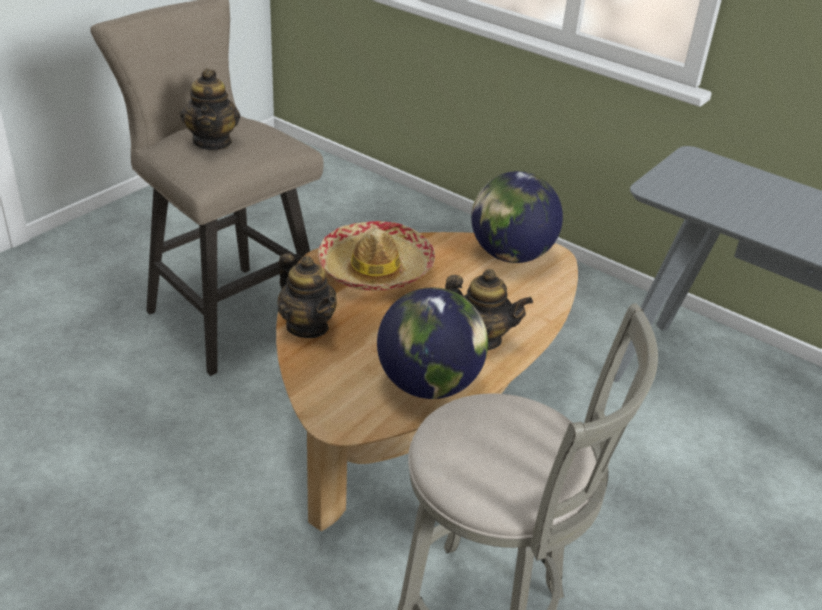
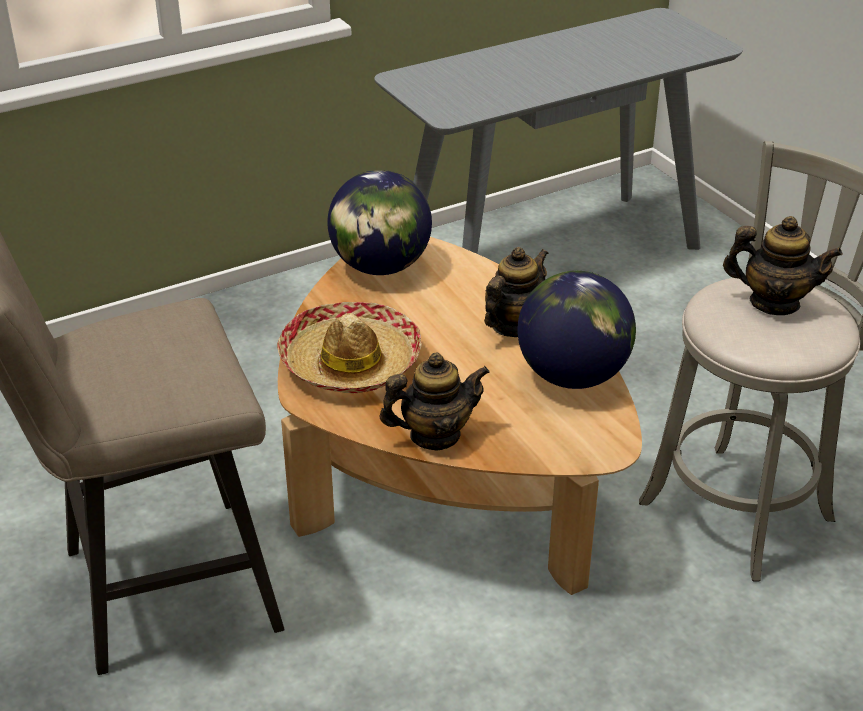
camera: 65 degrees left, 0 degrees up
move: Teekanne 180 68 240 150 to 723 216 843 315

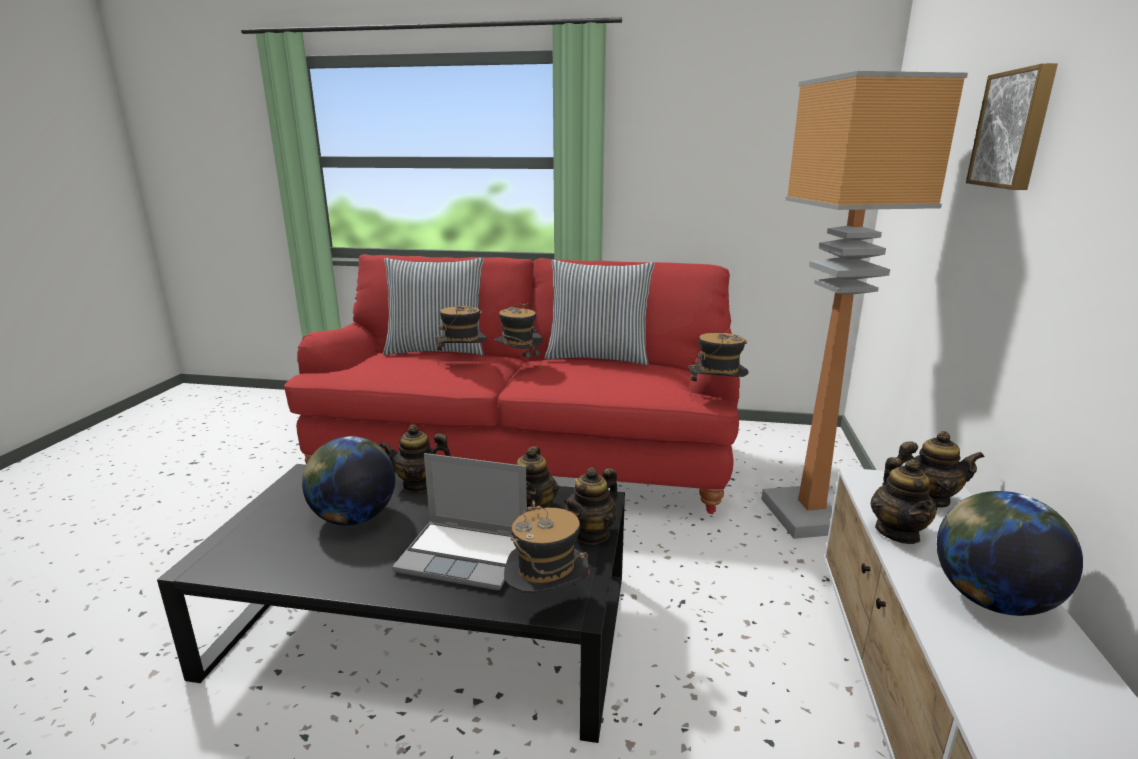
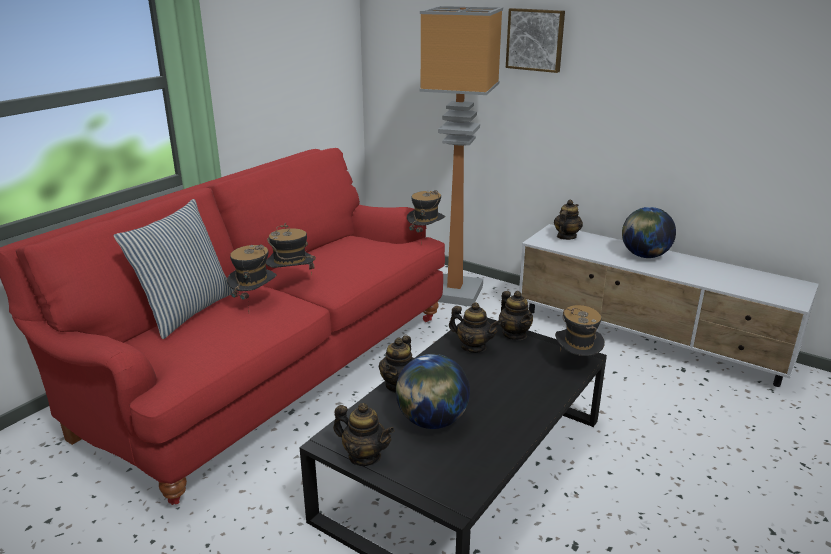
camera: 65 degrees left, 5 degrees up
delete: Kissen 545 260 655 365; Laptop 392 453 527 590
move: Teekanne 870 457 937 544 to 333 403 395 466

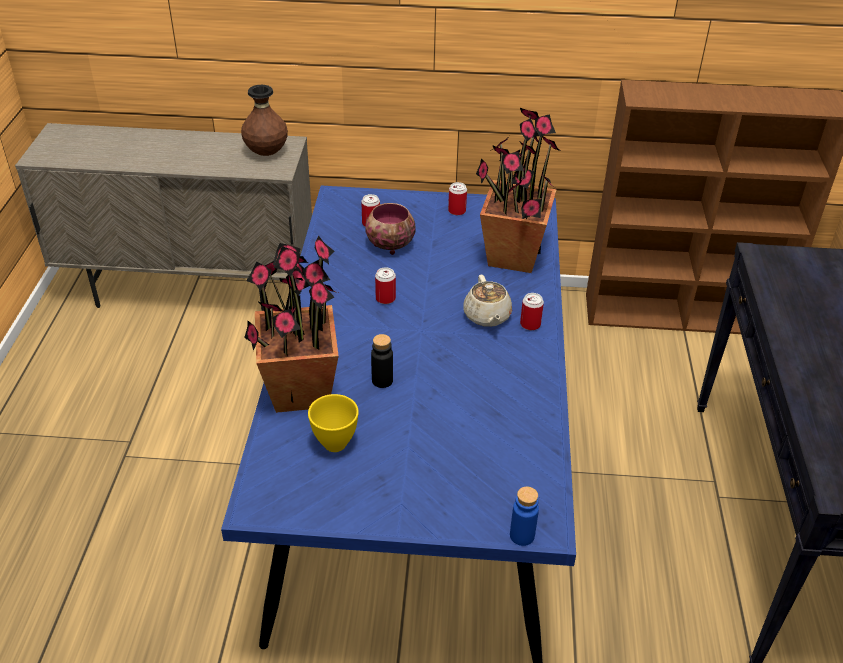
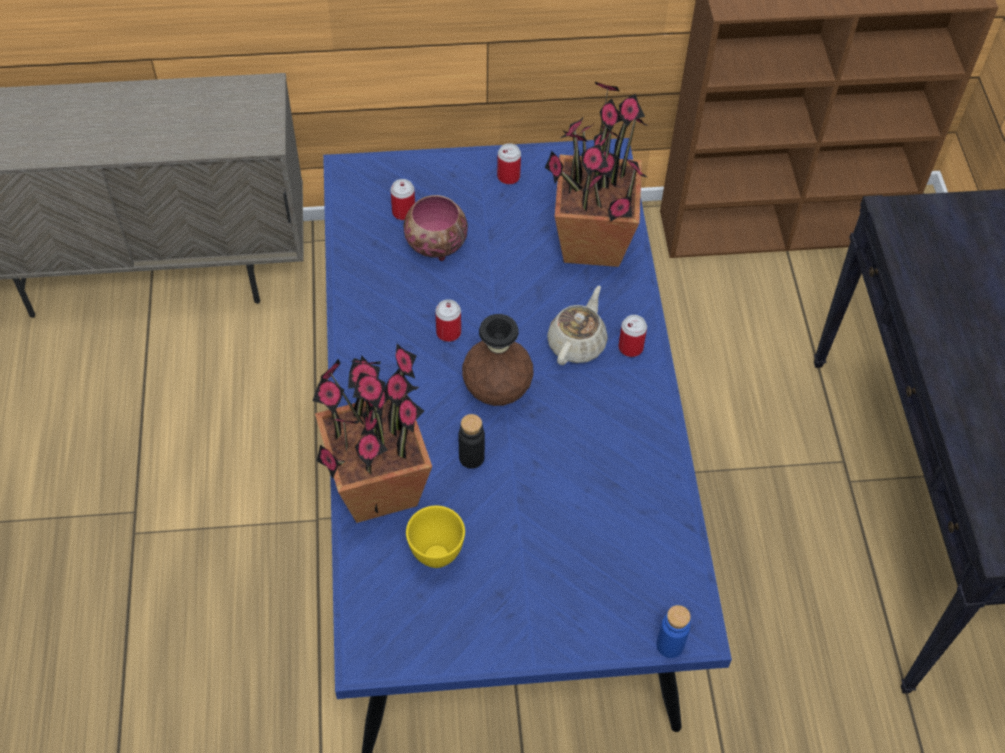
camera: 10 degrees left, 15 degrees up
move: Vase (braun) 241 85 288 156 to 462 314 534 406
rotate: Teekanne (beige) 464 275 512 327 = 547 286 608 365 135 degrees counterclockwise

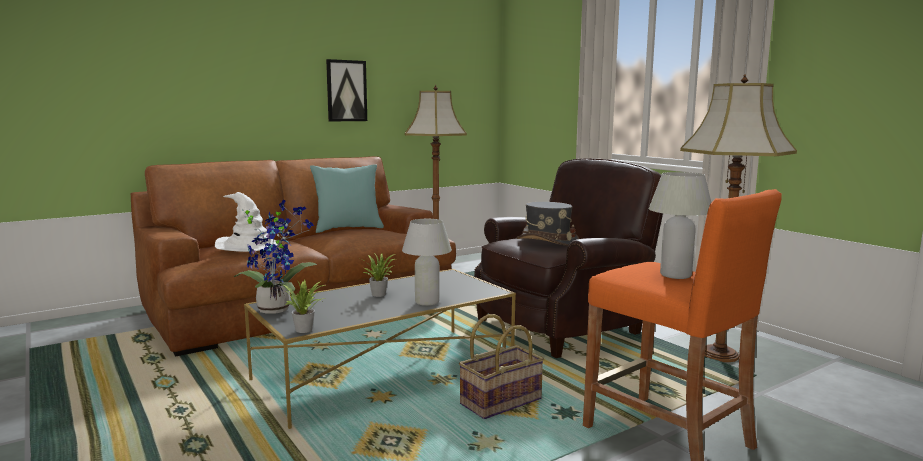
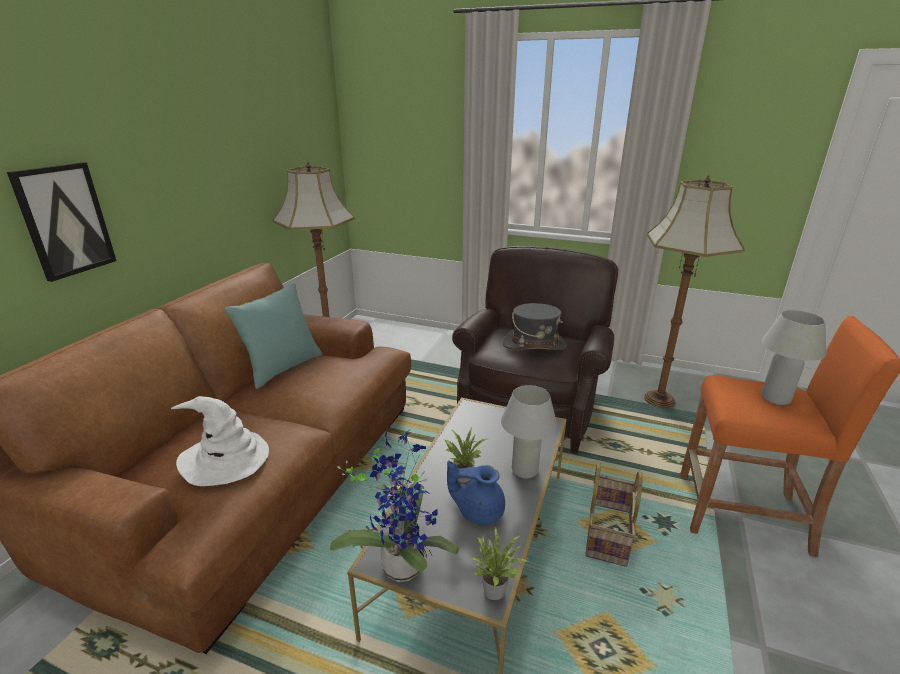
camera: 35 degrees left, 15 degrees up
insert: Teekanne (blau) 447 461 505 525
move: Bild 326 59 367 121 to 7 162 116 282

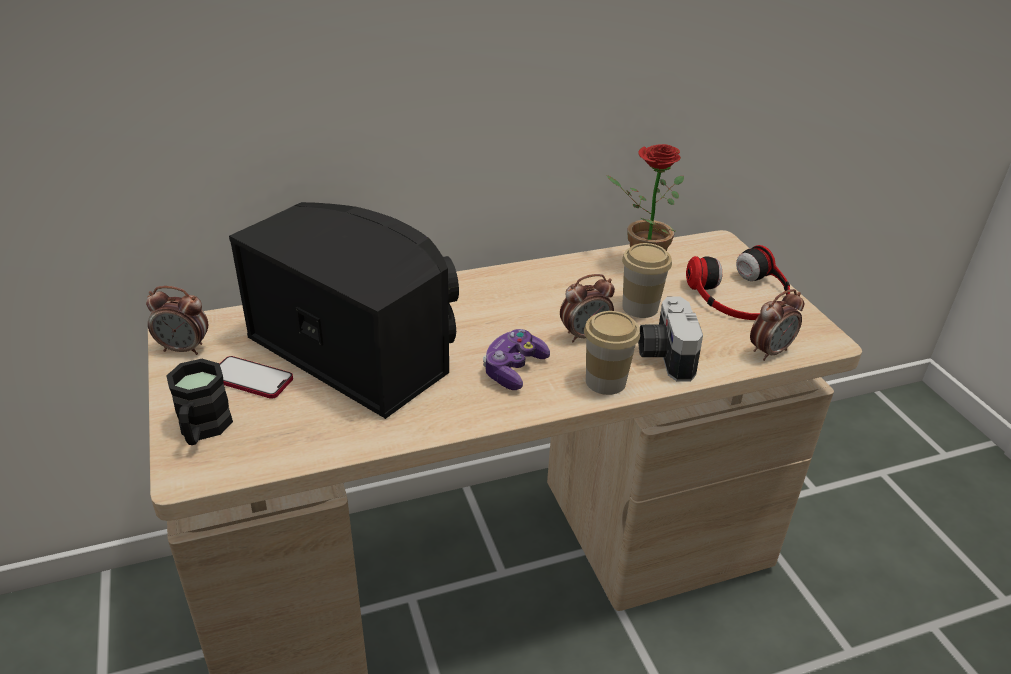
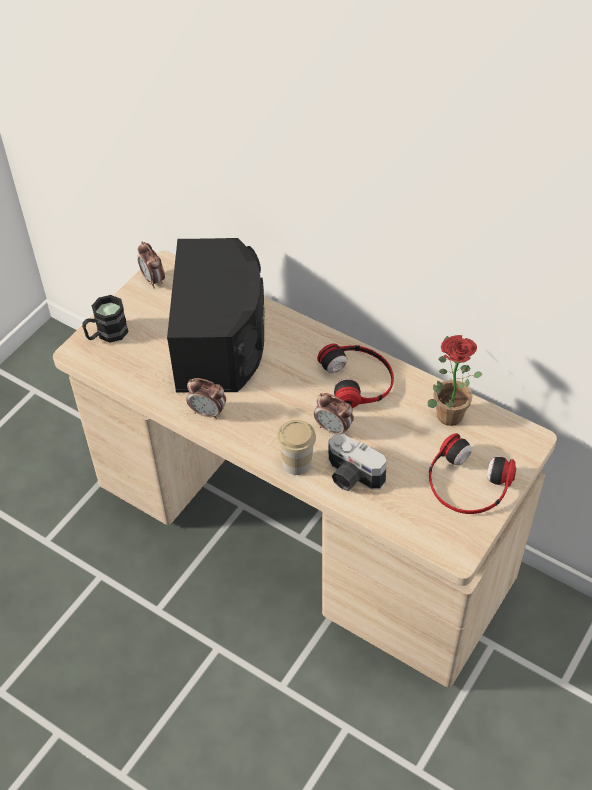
camera: 55 degrees right, 15 degrees up
delete: Tasse 622 243 672 318; Gamepad 483 329 550 390; Handy 220 356 293 399
insert: Kopfhörer 317 344 394 408
move: Wecker 750 289 804 361 to 186 378 226 420
rotate: Kamera 638 296 703 382 = 328 434 387 491 105 degrees counterclockwise

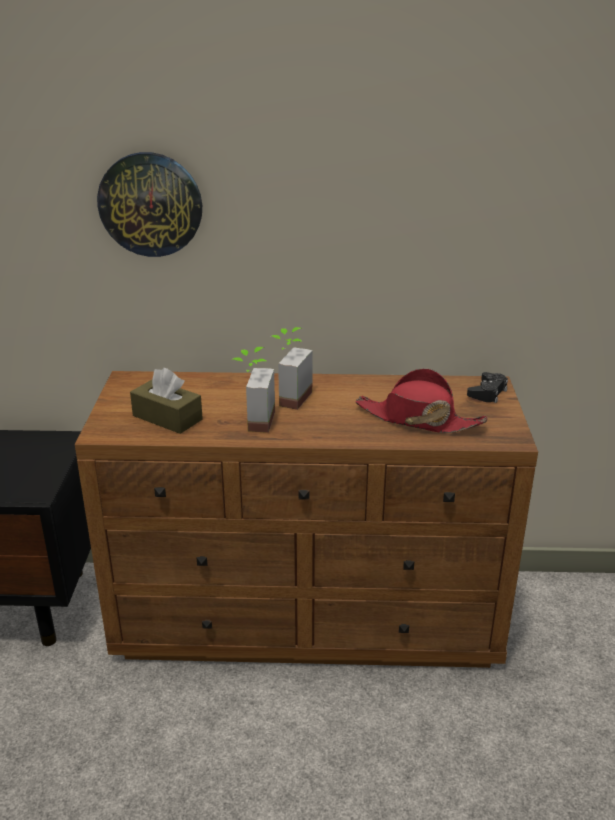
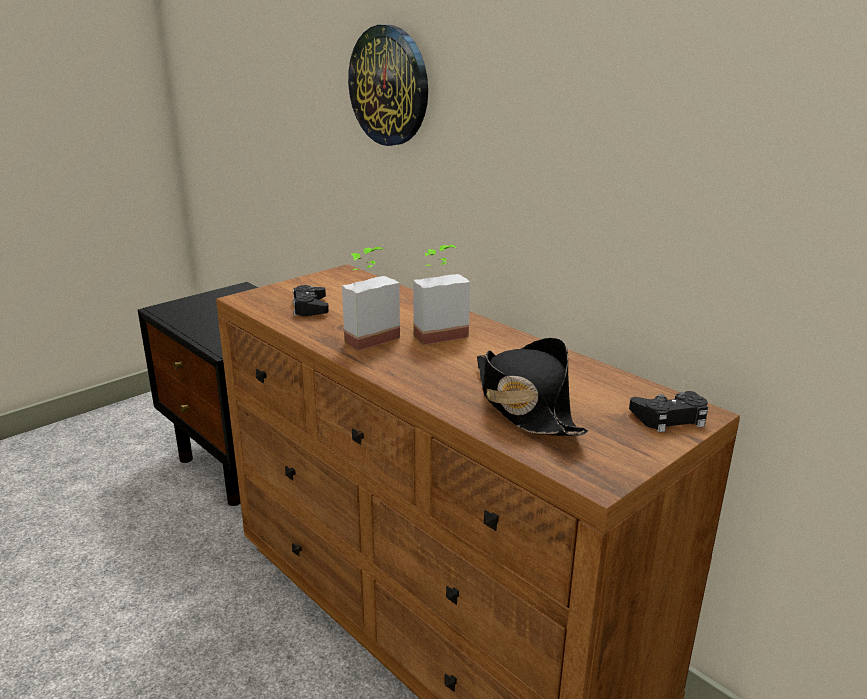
camera: 45 degrees right, 5 degrees down
replace: Taschentuchbox (braun) 130 368 203 434 to Gamepad (schwarz) 293 285 329 316
recolor: Hut (rot) 355 368 487 433 to Hut (schwarz) 477 338 589 436

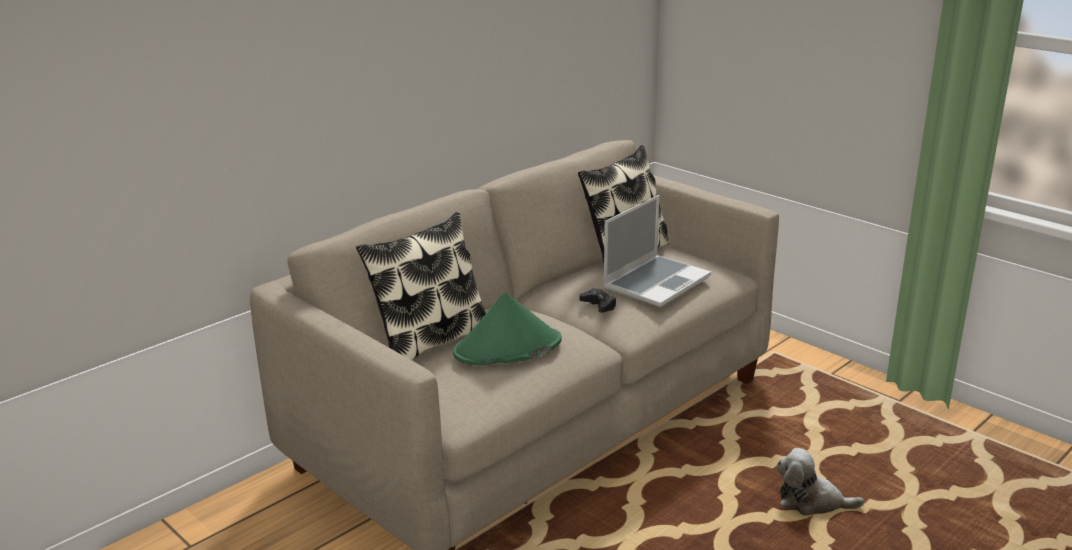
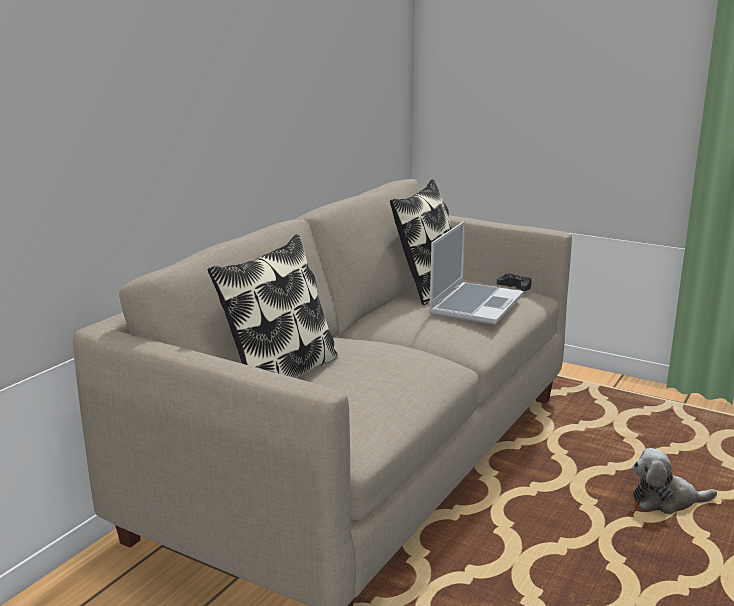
camera: 15 degrees left, 5 degrees down
delete: Hut (grün) 453 292 562 366
move: Gamepad (schwarz) 580 288 616 313 to 497 273 532 291

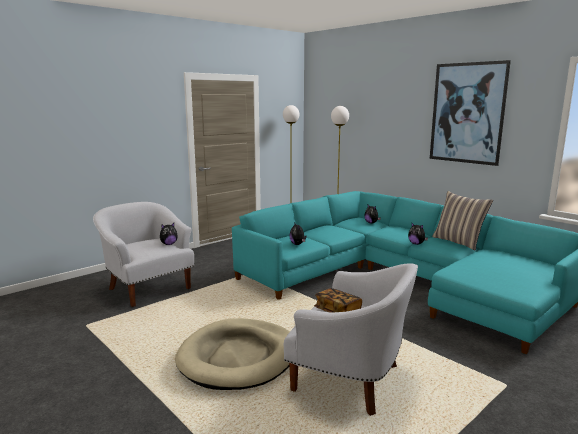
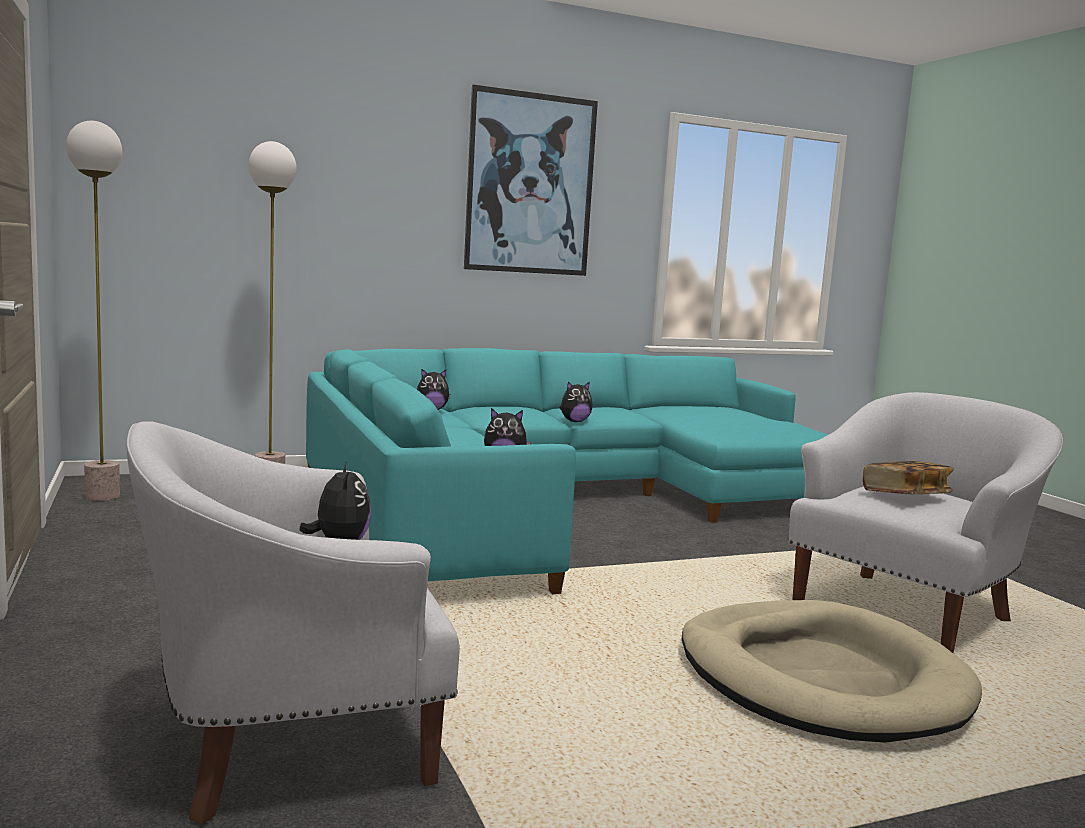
camera: 70 degrees left, 5 degrees down
delete: Kissen 432 191 493 250

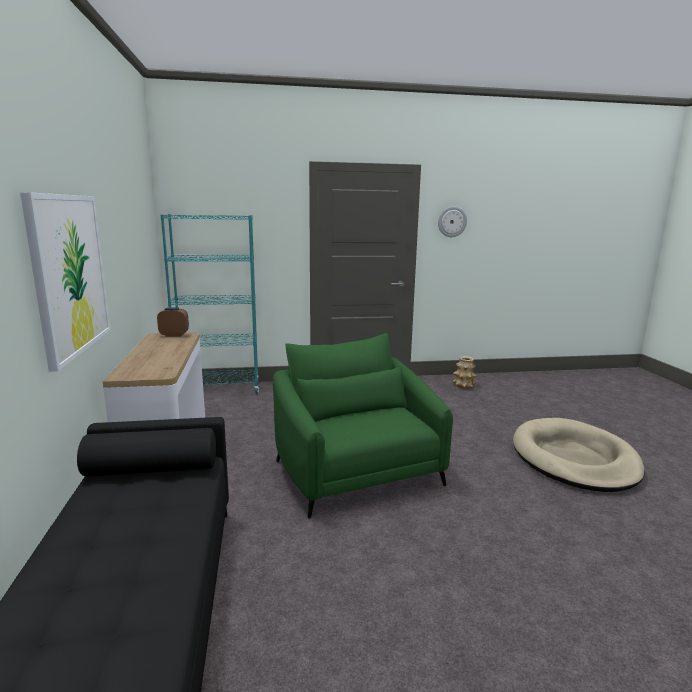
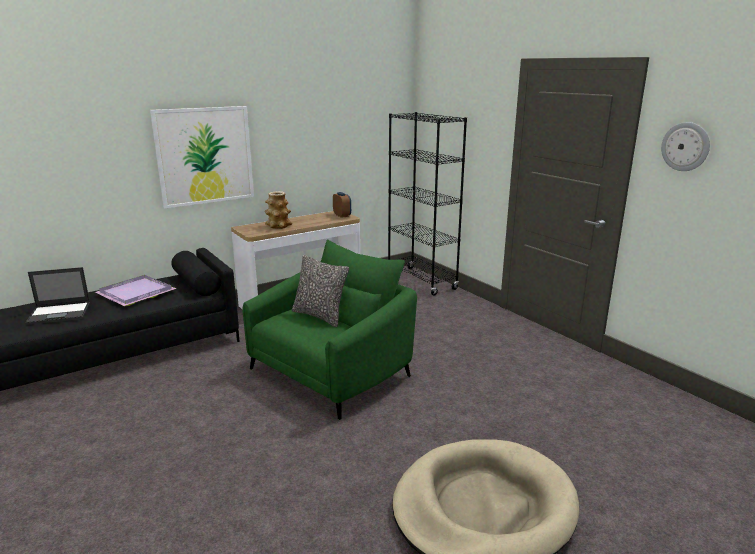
camera: 65 degrees right, 5 degrees up
insert: Kissen 292 255 349 327; Laptop 25 267 90 325; Tablett (lila) 95 275 176 306
move: Vase 452 356 477 389 to 265 191 292 229
recolor: Bücherregal (türkis) 161 214 259 394 to Bücherregal (schwarz) 388 112 467 296

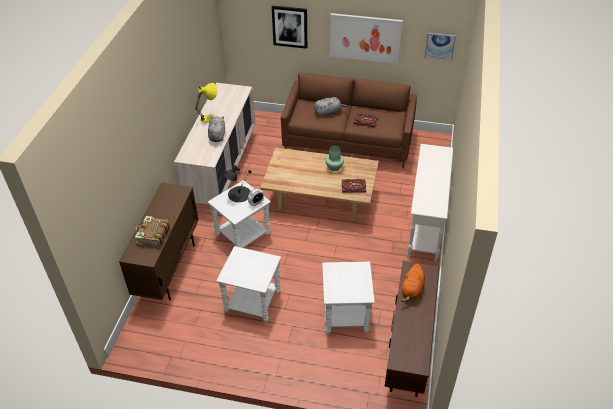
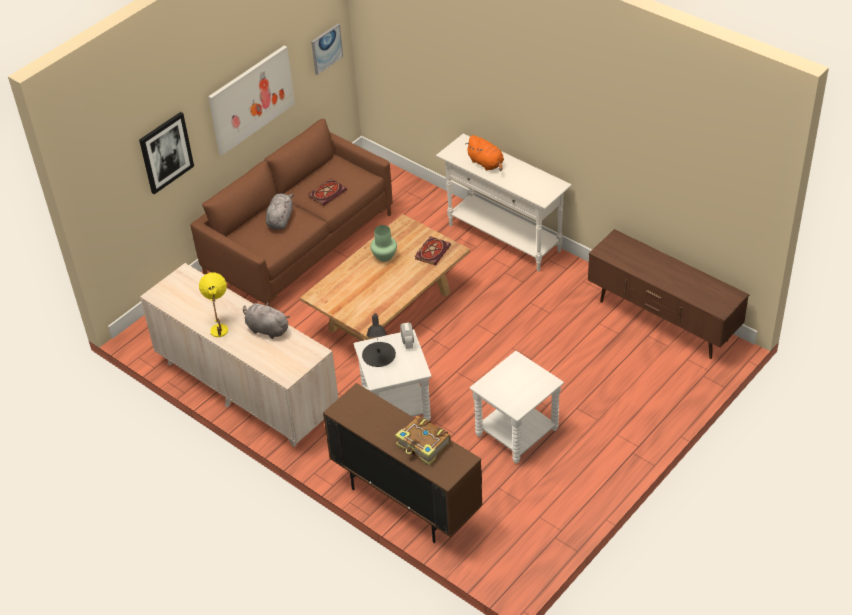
camera: 60 degrees left, 0 degrees up
delete: Beistelltisch (weiß) 322 262 375 334
move: Plüschtier (orange) 401 264 425 302 to 465 135 504 171

